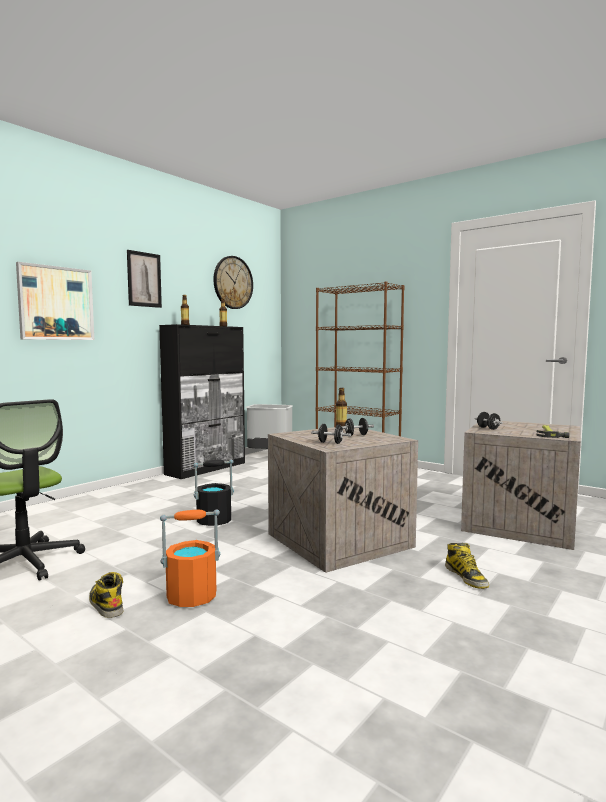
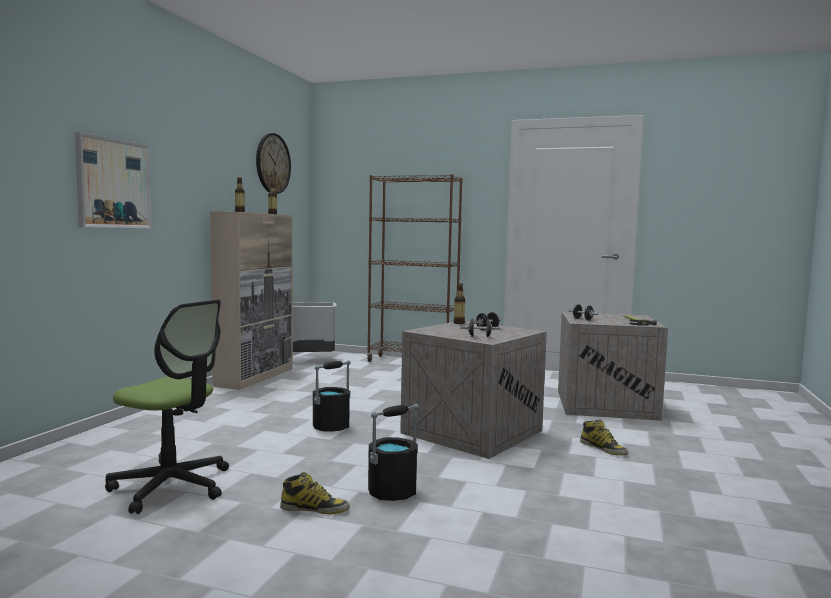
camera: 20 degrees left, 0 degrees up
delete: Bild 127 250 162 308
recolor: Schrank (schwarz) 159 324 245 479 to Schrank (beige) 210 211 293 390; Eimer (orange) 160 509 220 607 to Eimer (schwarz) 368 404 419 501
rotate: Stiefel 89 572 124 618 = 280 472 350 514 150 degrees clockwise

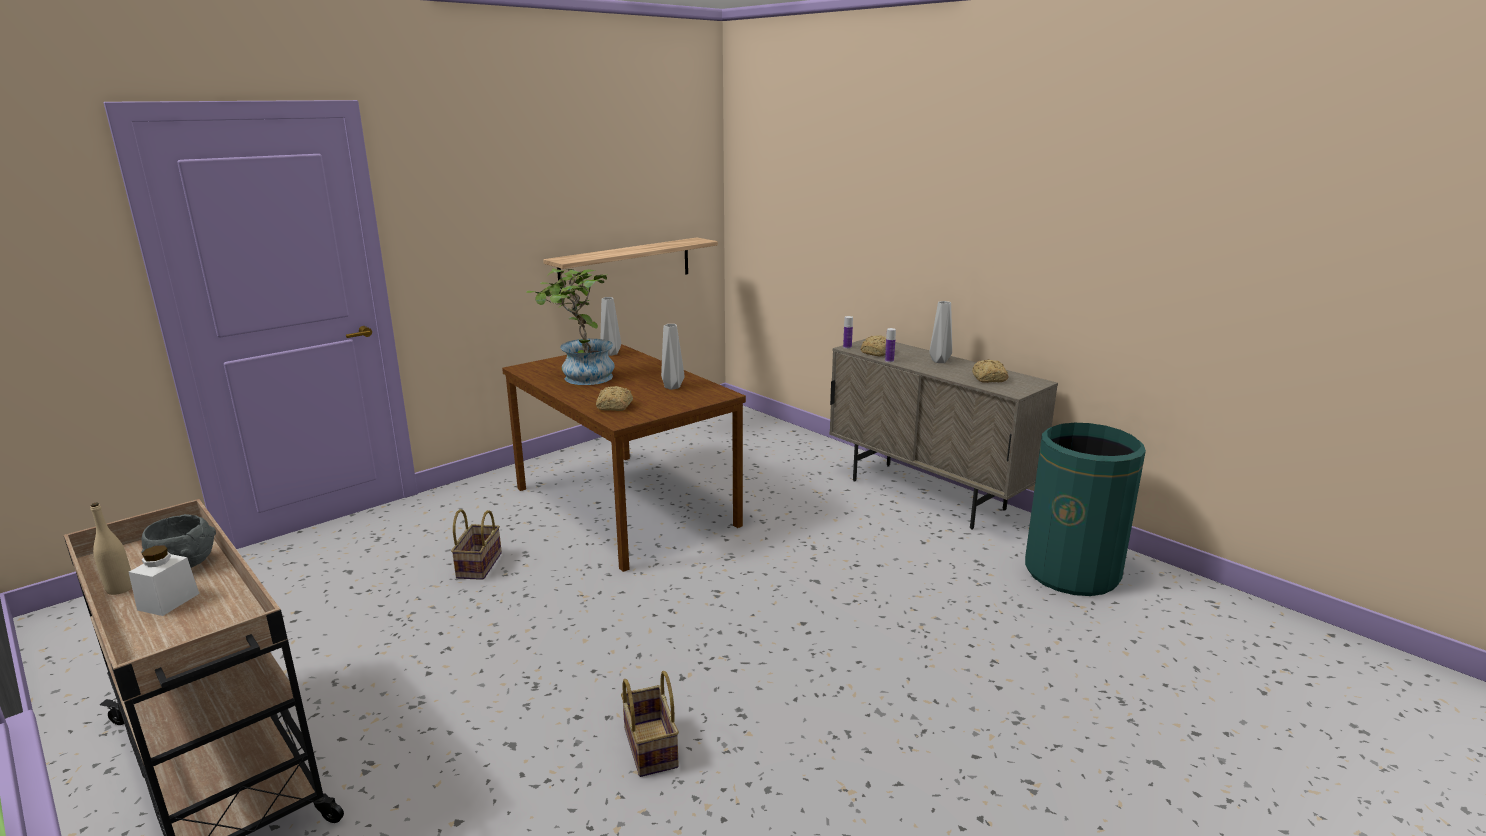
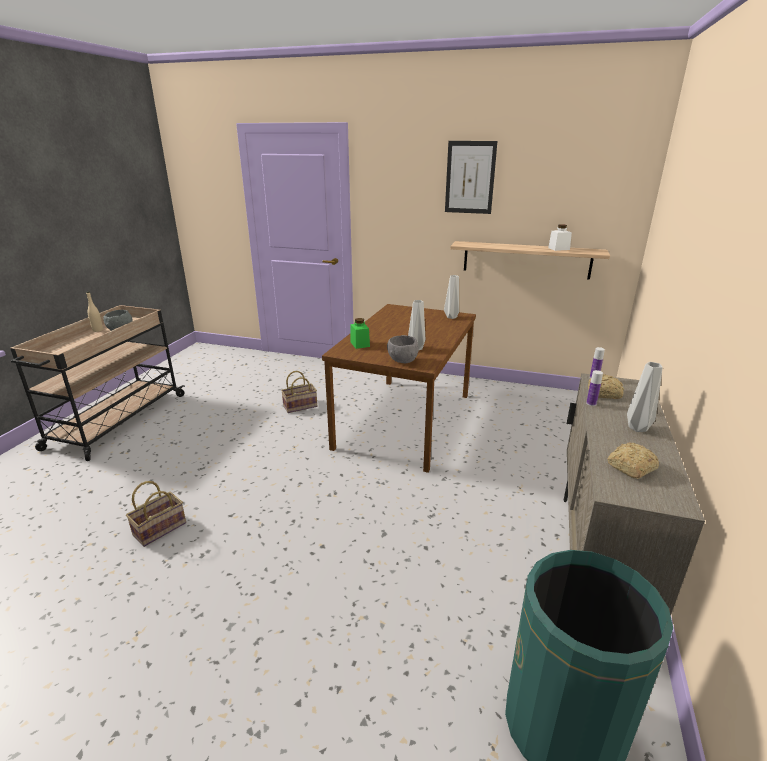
camera: 60 degrees right, 5 degrees up
delete: Topfpflanze 526 268 615 385
insert: Bild 445 141 497 214; Schüssel (grau) 387 335 419 363
move: Vorratsglas (weiß) 129 545 200 616 to 548 224 572 251
replace: Brot 596 386 633 411 to Vorratsglas (grün) 350 318 370 349

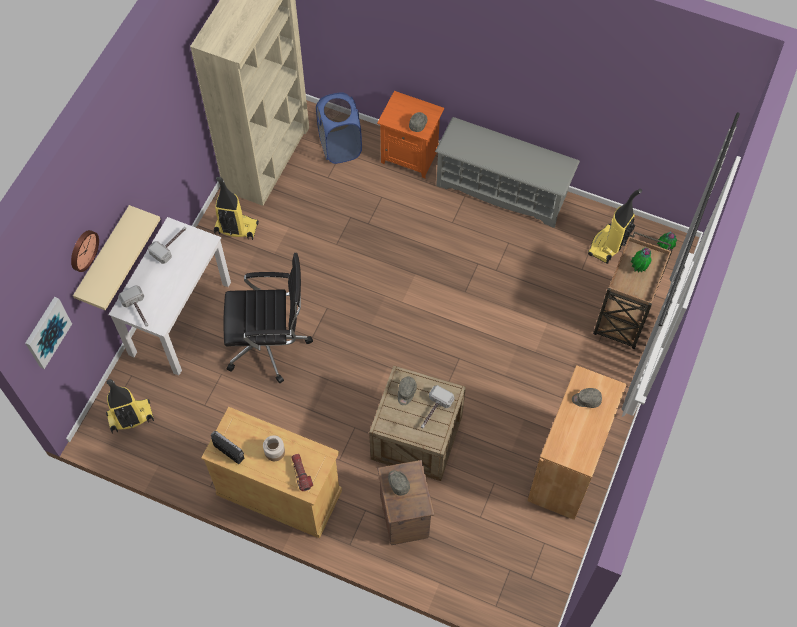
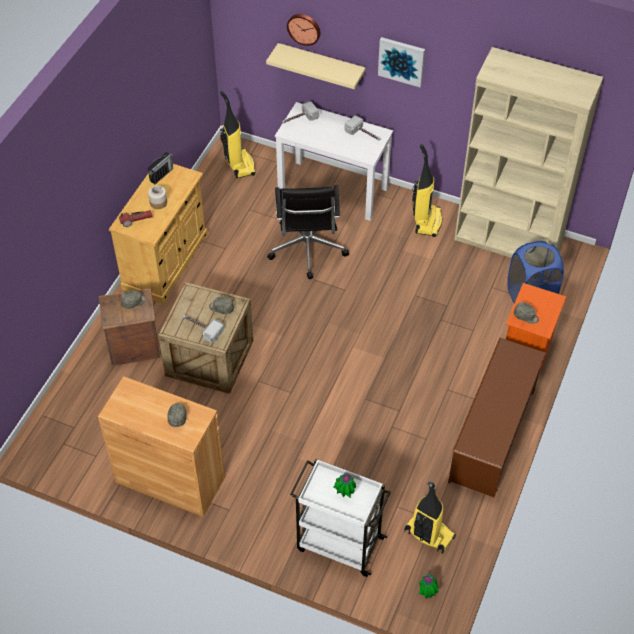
camera: 90 degrees right, 10 degrees down
move: Bild 25 297 72 369 to 378 37 425 87
recolor: Schuhregal (grau) 435 117 580 228 to Schuhregal (braun) 448 338 546 497; Rollwagen (braun) 593 231 673 349 to Rollwagen (weiß) 290 458 391 577

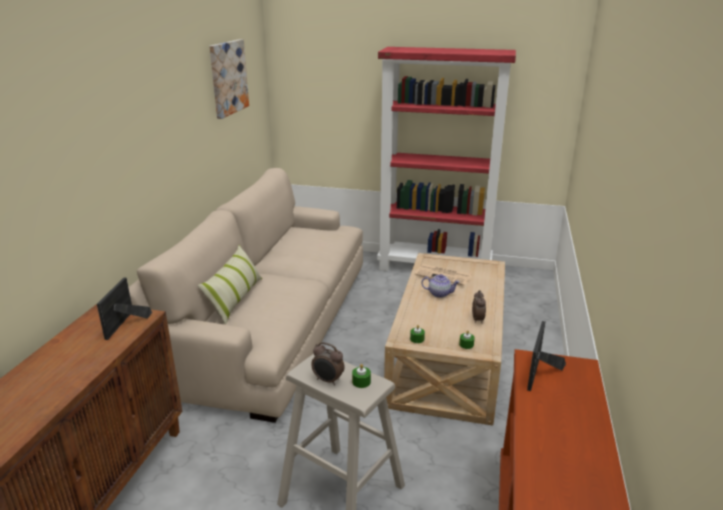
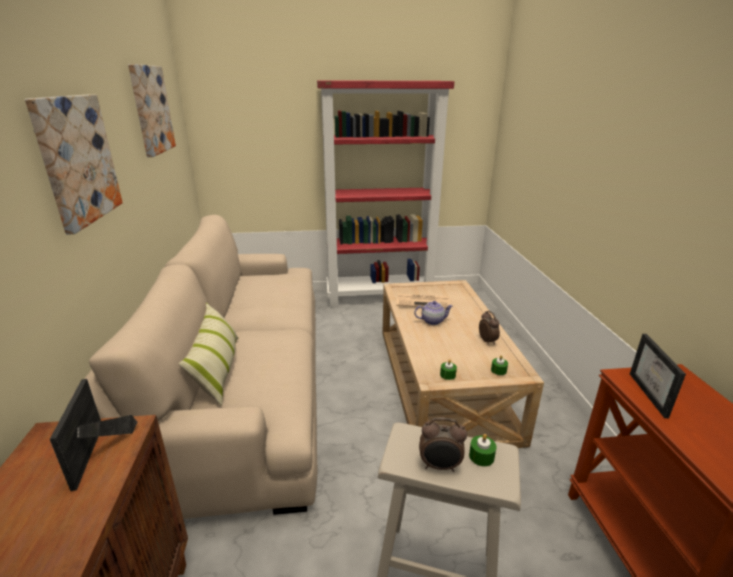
camera: 20 degrees left, 0 degrees up
insert: Bild 25 94 123 234

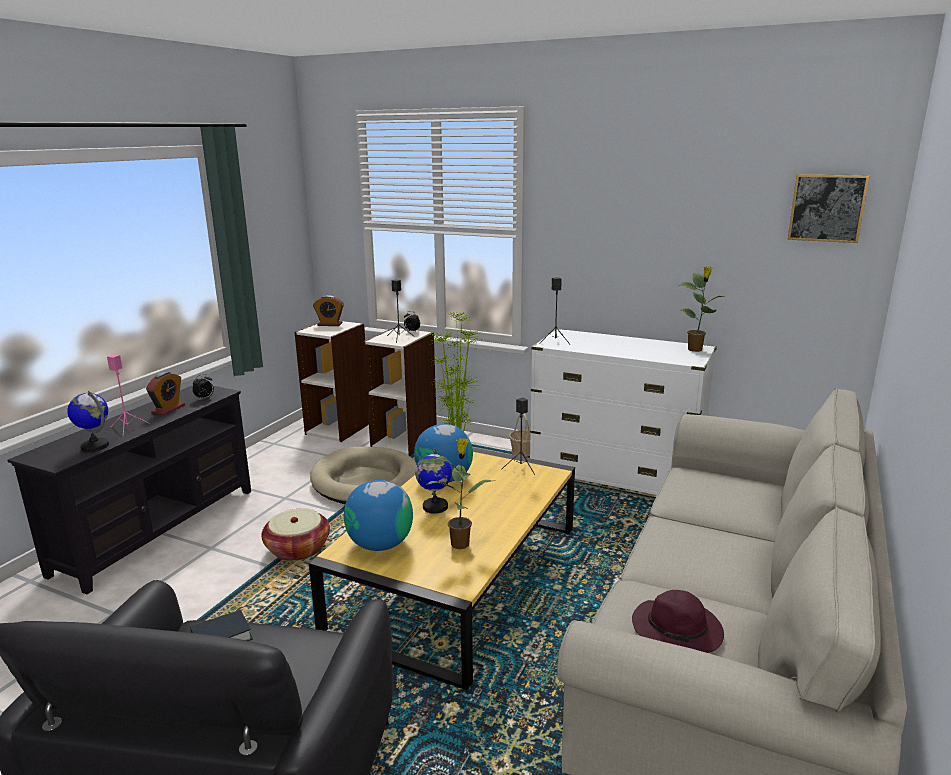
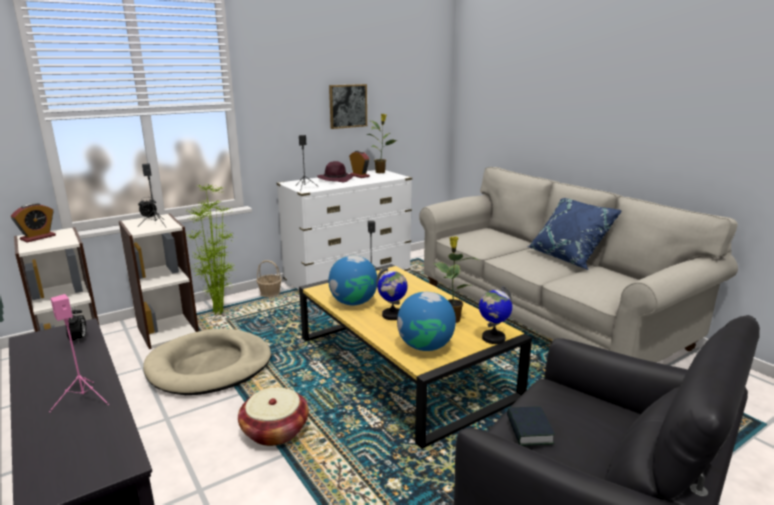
camera: 60 degrees left, 0 degrees up
insert: Kissen (blau) 527 198 621 270
move: Bild 788 174 869 243 to 329 84 367 129; Wecker 146 372 185 415 to 349 150 370 178; Globus 67 391 109 452 to 479 286 512 344; Hut (lila) 632 590 724 653 to 317 161 354 182

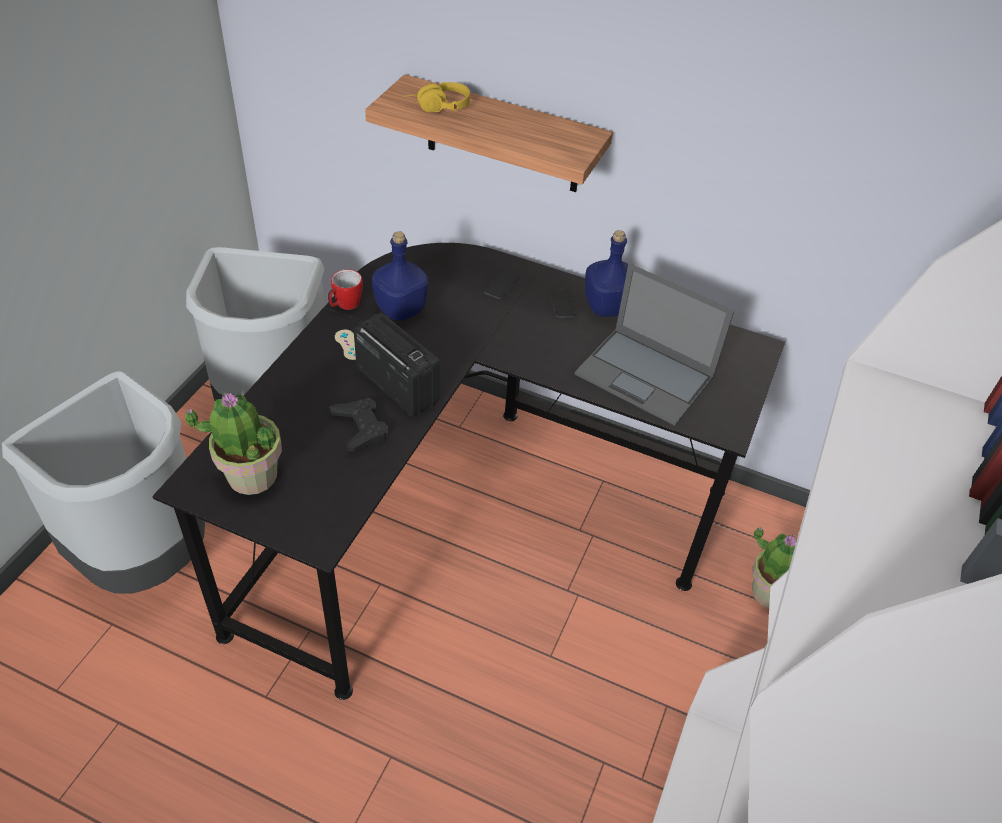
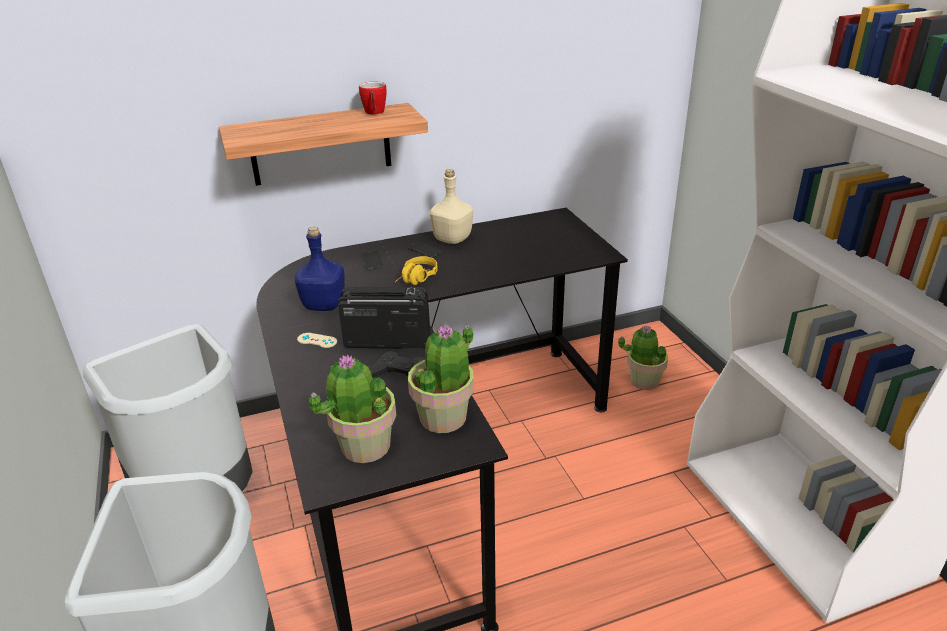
camera: 40 degrees left, 15 degrees down
delete: Laptop 575 263 734 426
insert: Topfpflanze 408 324 474 433
move: Kopfhörer (gelb) 403 82 470 112 to 395 256 438 285; Henkelbecher 328 269 363 310 to 359 82 387 115
recolor: Flasche (blau) 585 230 628 317 to Flasche (beige) 430 169 473 244

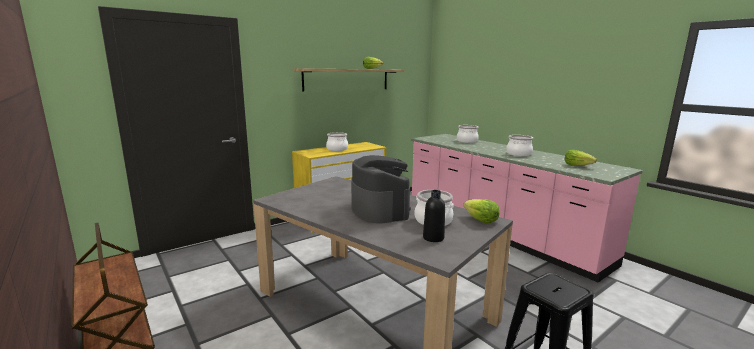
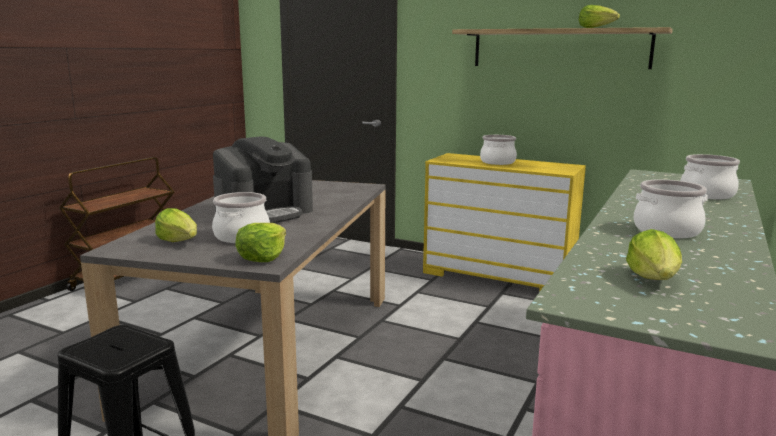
camera: 65 degrees right, 0 degrees up
replace: Flasche (schwarz) 423 190 445 242 to Salatkopf 155 208 197 242

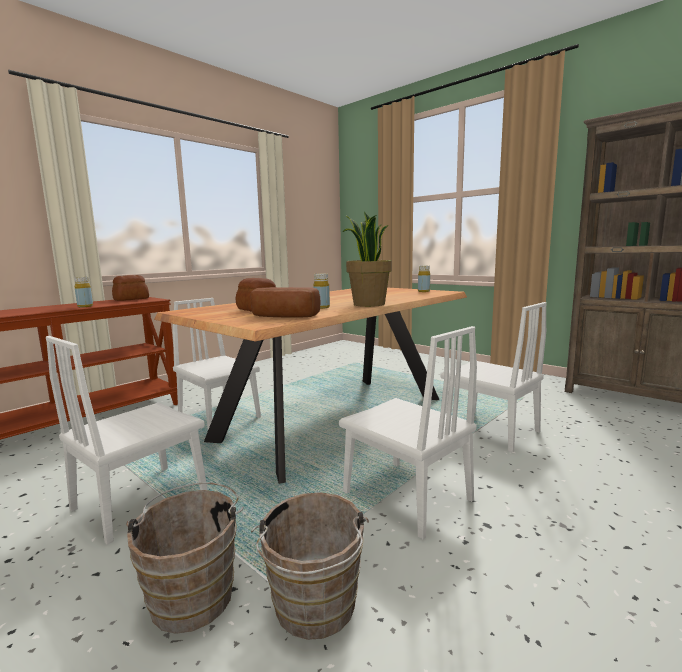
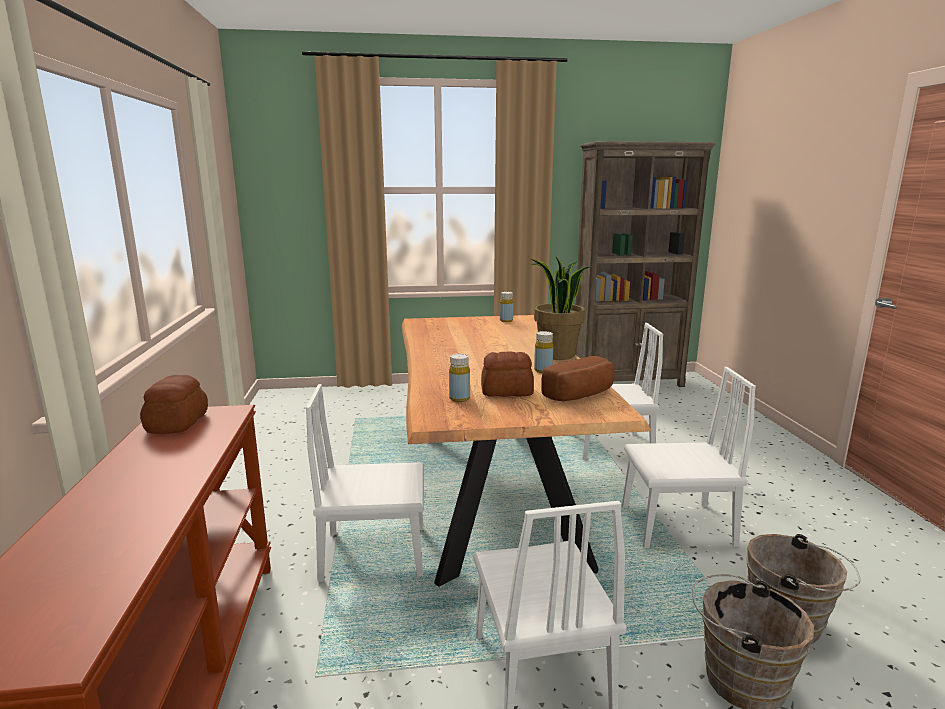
camera: 50 degrees left, 5 degrees up
move: Flasche (gelb) 74 277 93 307 to 449 354 470 402

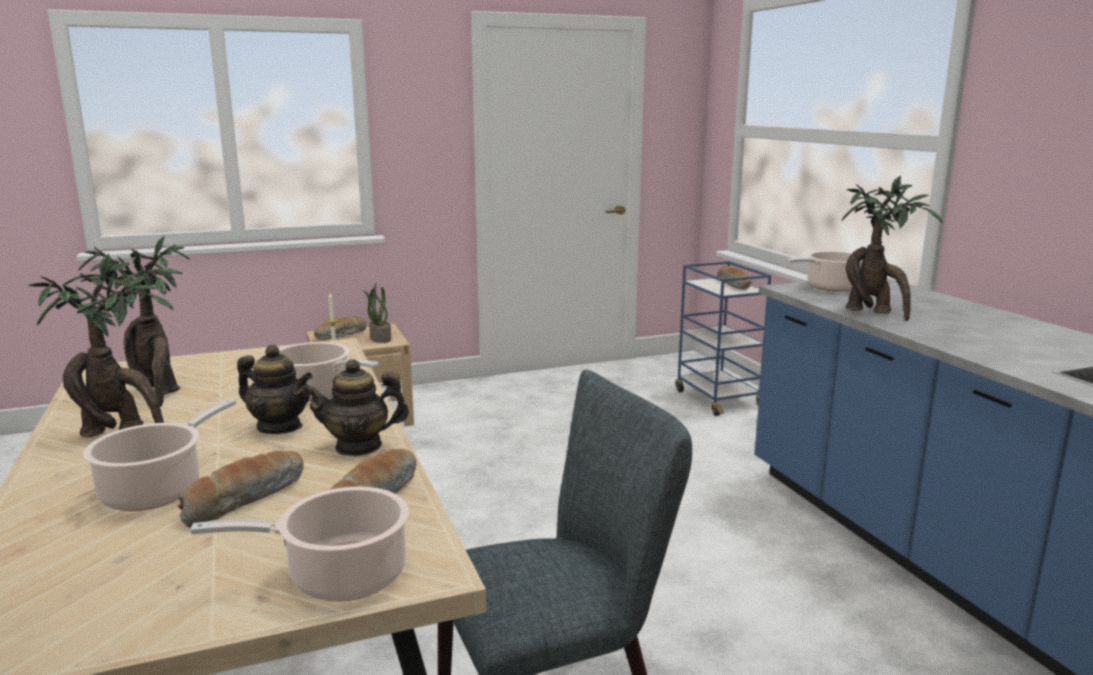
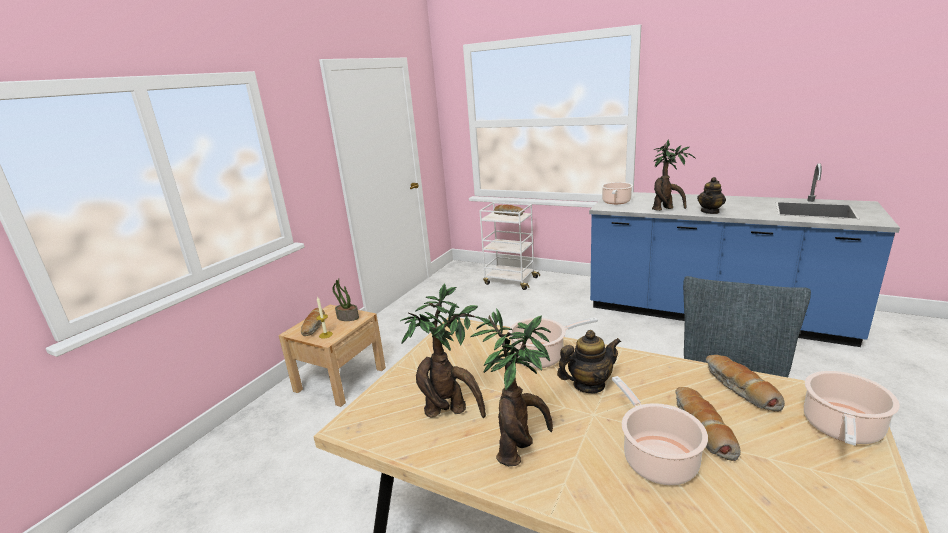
camera: 40 degrees left, 5 degrees up
move: Teekanne 302 359 409 456 to 697 177 726 214
recolor: Rollwagen (blau) 675 261 771 416 to Rollwagen (weiß) 479 202 540 290

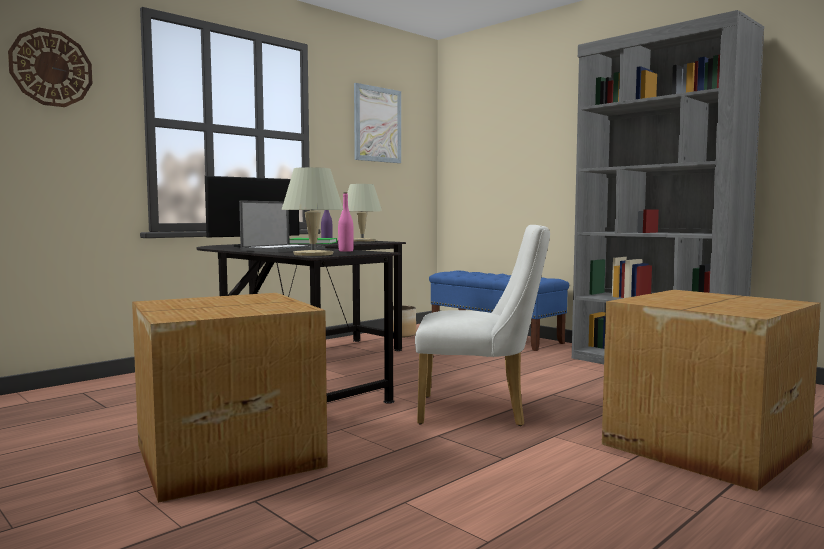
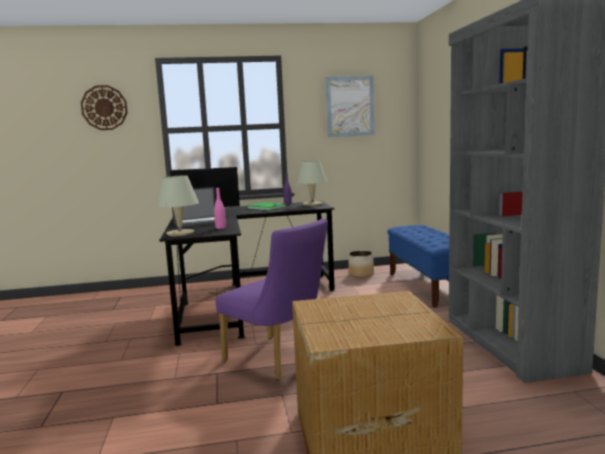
camera: 35 degrees right, 5 degrees up
delete: Karton 132 293 328 503
recolor: Stuhl (weiß) 415 225 550 426 to Stuhl (lila) 216 218 328 380

